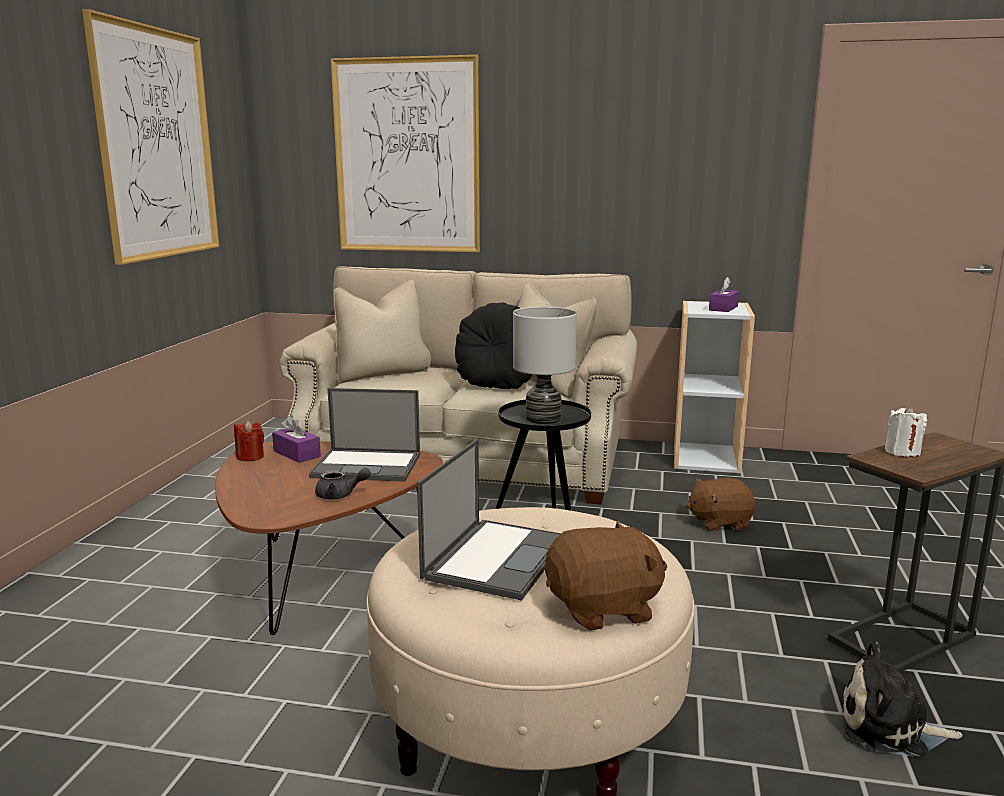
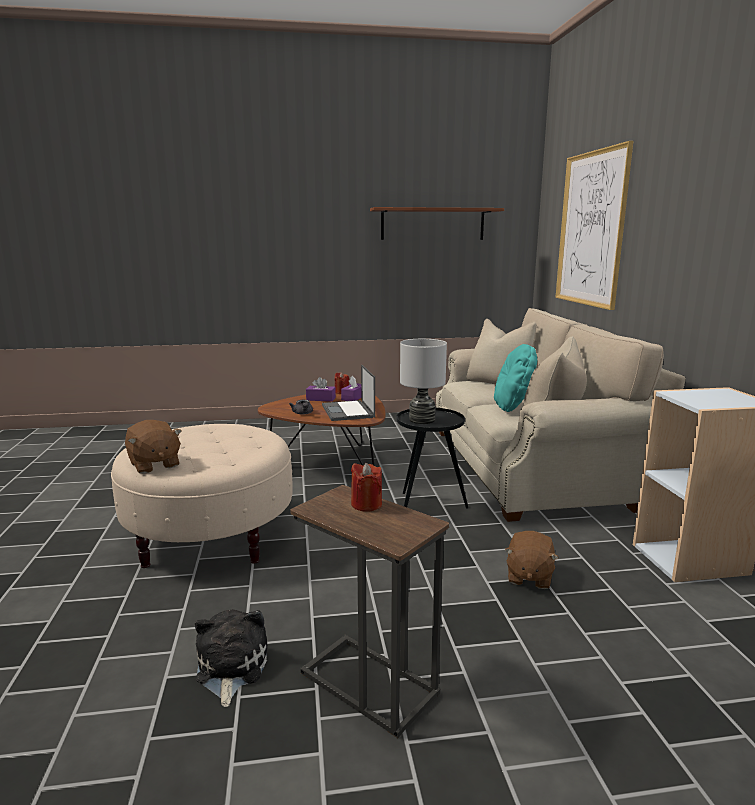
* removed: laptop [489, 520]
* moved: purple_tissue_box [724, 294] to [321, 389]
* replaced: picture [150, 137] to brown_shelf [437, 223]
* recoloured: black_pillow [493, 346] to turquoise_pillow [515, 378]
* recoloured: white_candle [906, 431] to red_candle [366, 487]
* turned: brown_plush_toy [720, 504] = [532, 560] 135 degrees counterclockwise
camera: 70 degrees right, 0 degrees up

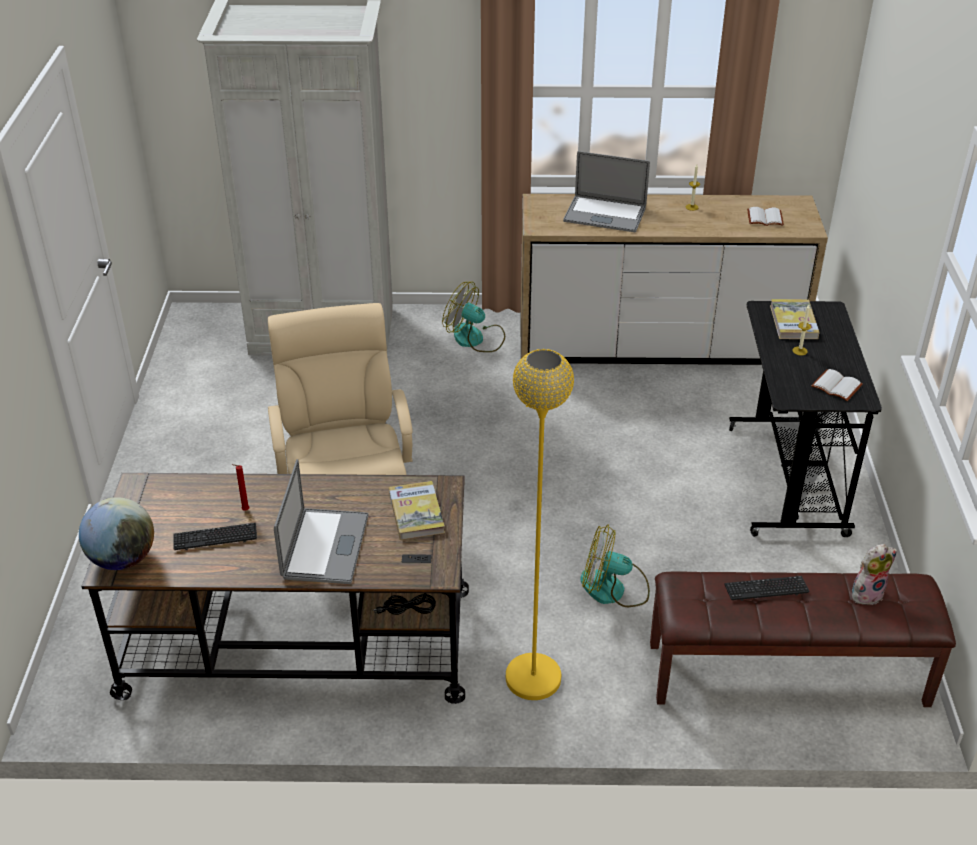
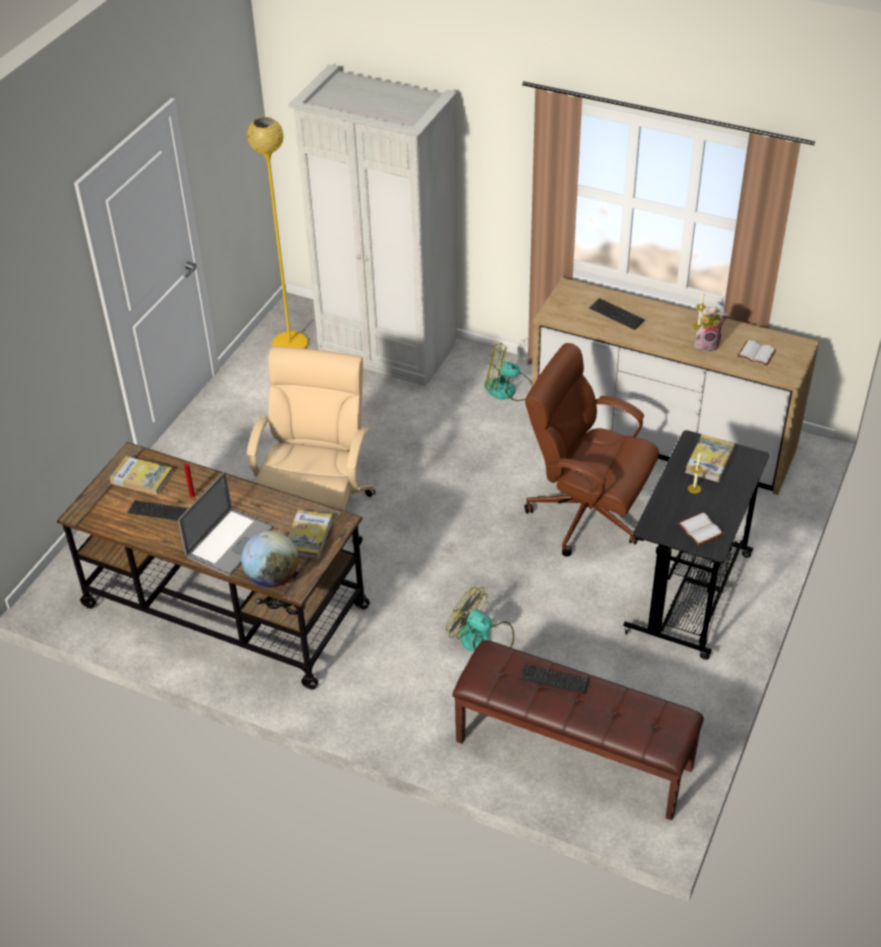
* added: book [141, 475]
* added: brown_office_chair [592, 449]
* moved: globe [116, 533] to [269, 559]
* moved: yellow_floor_lamp [540, 524] to [277, 233]
* moved: plush_toy [874, 574] to [711, 329]
* replaced: laptop [606, 191] to keyboard [617, 314]
* turned: fan [473, 317] = [508, 371] 45 degrees counterclockwise
camera: 25 degrees right, 5 degrees up

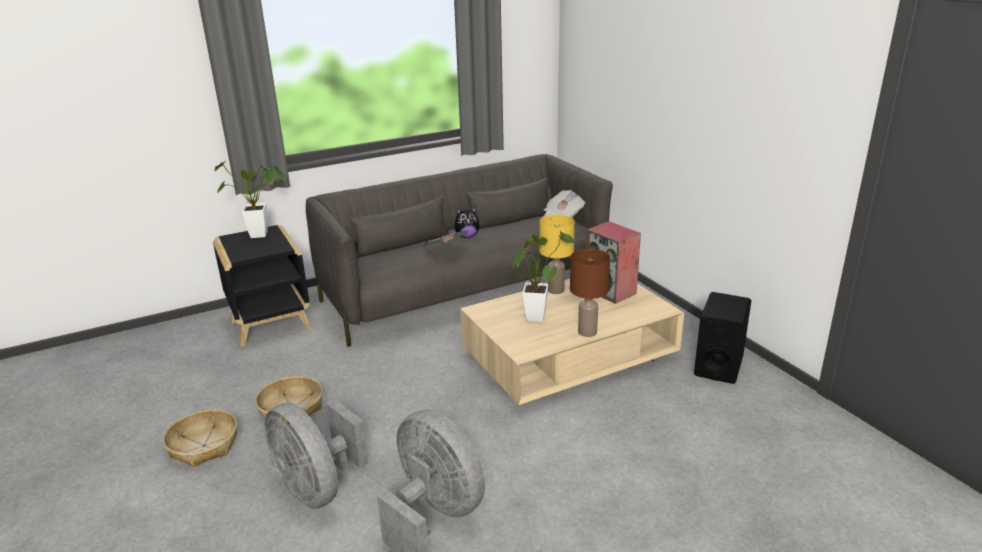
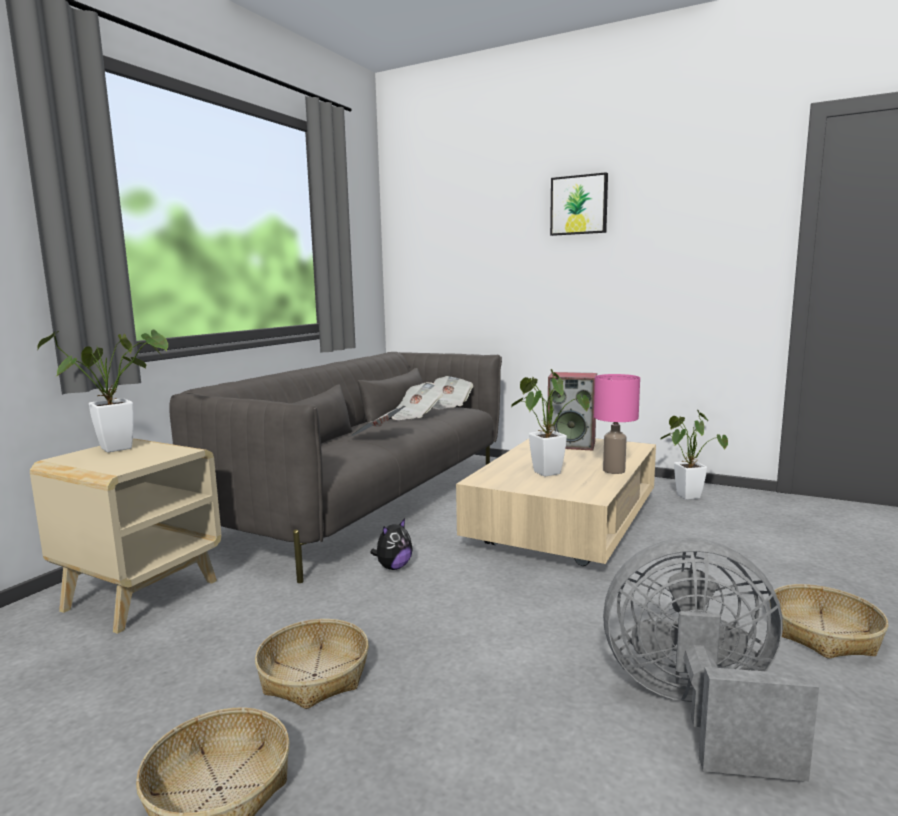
* removed: grey_fan [316, 454]
* removed: yellow_table_lamp [557, 254]
* added: newspaper [417, 401]
* added: picture [579, 204]
* added: basket [828, 621]
* moved: plush_toy [467, 222] to [391, 544]
* replaced: black_speaker [722, 338] to potted_plant [694, 454]
* recoloured: black_side_table [262, 286] to beige_side_table [125, 536]
* recoloured: brown_table_lamp [590, 293] to pink_table_lamp [617, 424]
camera: 35 degrees left, 15 degrees down

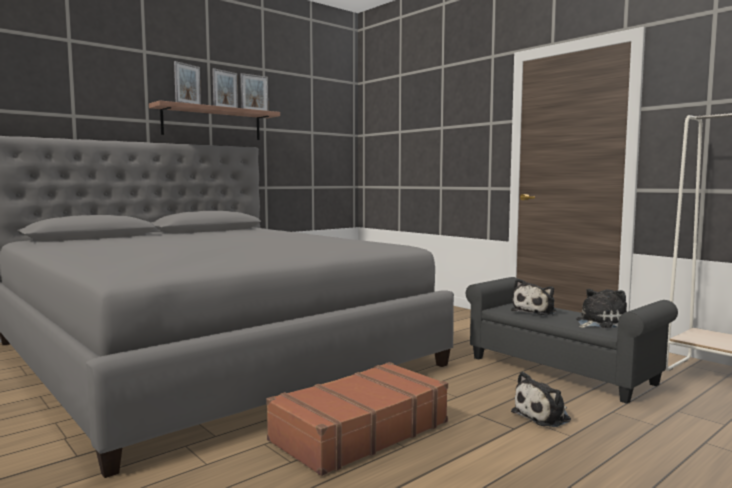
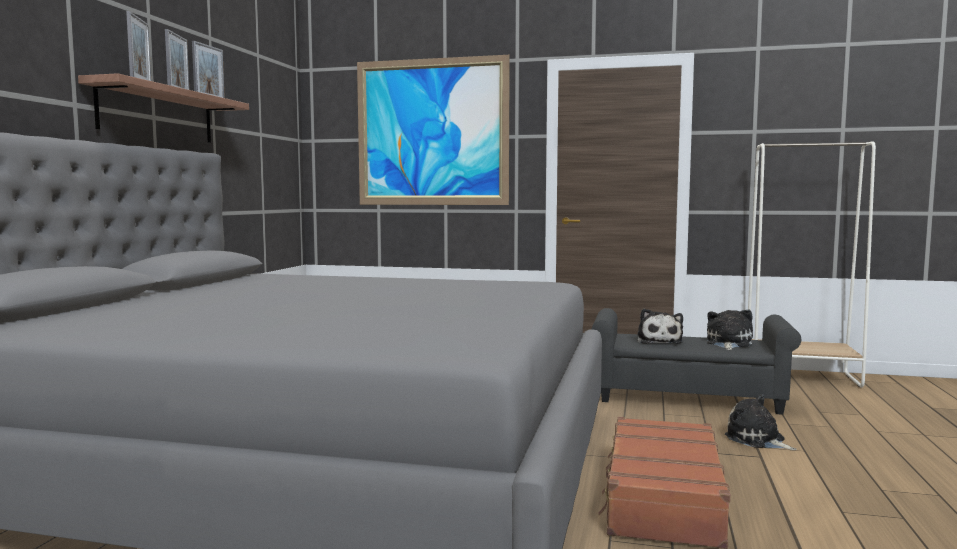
* added: picture [433, 130]
* turned: plush_toy [541, 399] = [760, 422] 120 degrees clockwise
camera: 35 degrees left, 0 degrees up

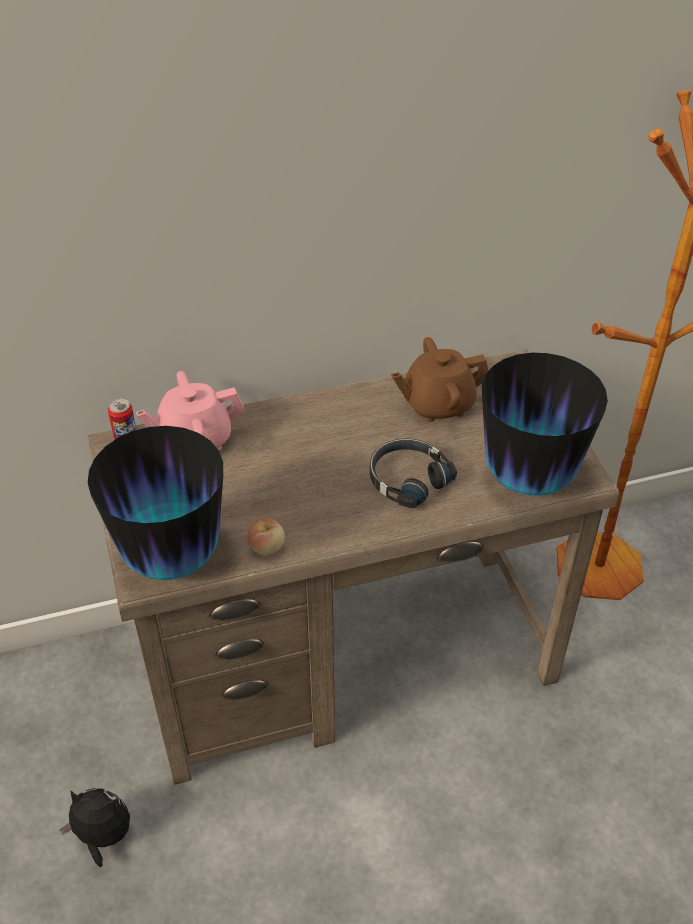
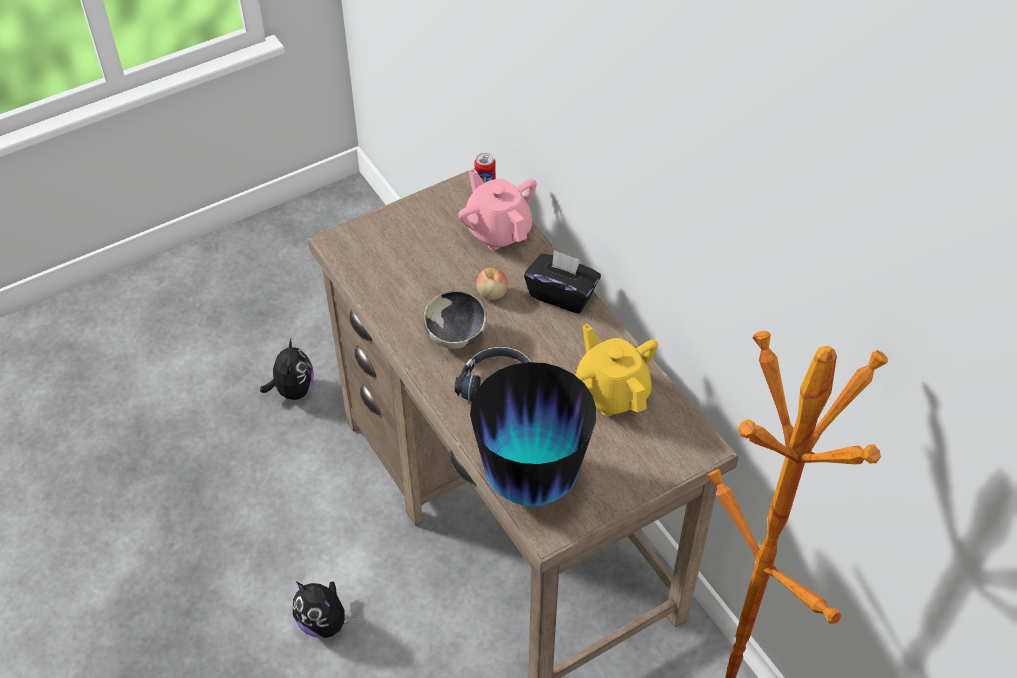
* removed: vase [155, 503]
* added: plush_toy [324, 610]
* added: bowl [455, 320]
* added: black_tissue_box [562, 281]
* moved: apple [266, 537] to [492, 284]
* recoloured: brown_teapot [439, 379] to yellow_teapot [616, 370]
camera: 75 degrees right, 5 degrees up

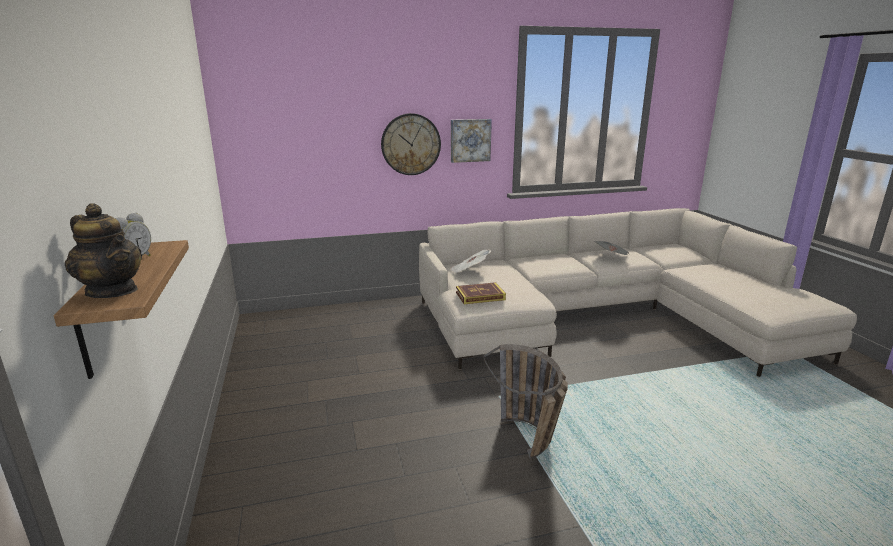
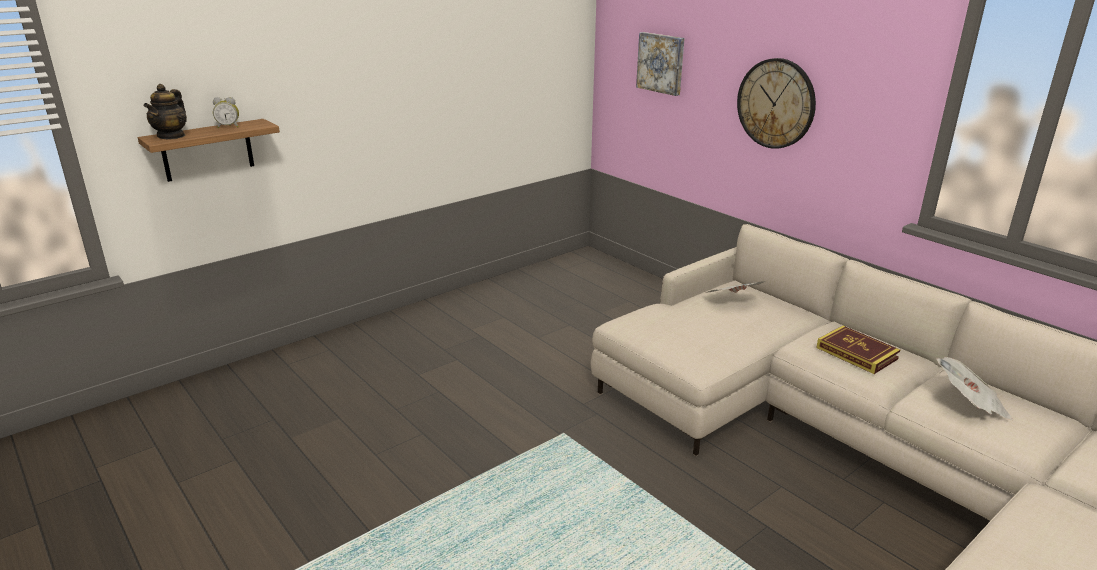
* removed: basket [525, 401]
* moved: picture [471, 141] to [660, 64]
* moved: book [481, 293] to [858, 350]
camera: 65 degrees right, 5 degrees up

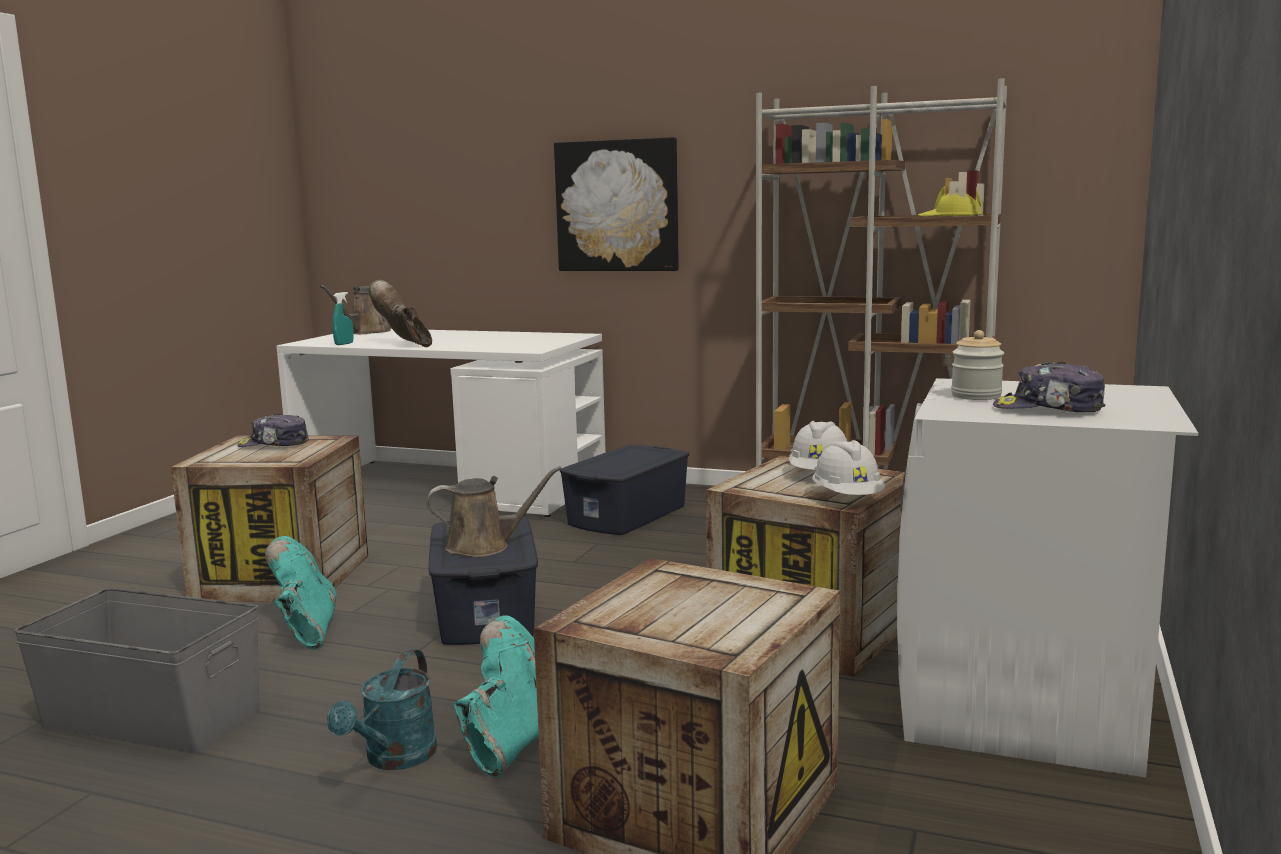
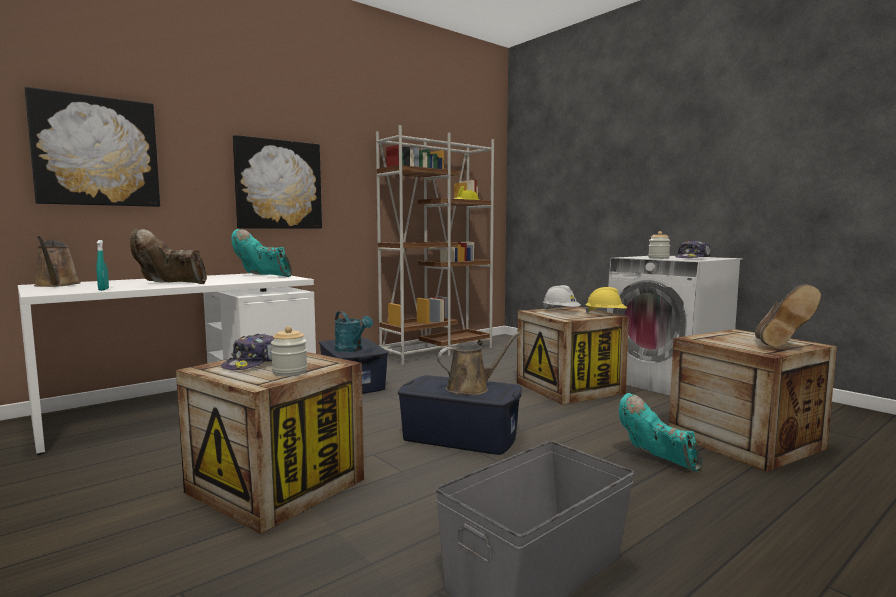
* added: picture [92, 147]
* added: jar [289, 351]
* added: brown_boot [788, 316]
* moved: turquoise_boot [301, 593] to [261, 253]
* moved: turquoise_watering_can [382, 709] to [354, 331]
* recoloured: white_hard_hat [848, 467] to yellow_hard_hat [606, 300]
* turned: brown_watering_can [494, 511] = [478, 363] 45 degrees clockwise
camera: 60 degrees left, 5 degrees down

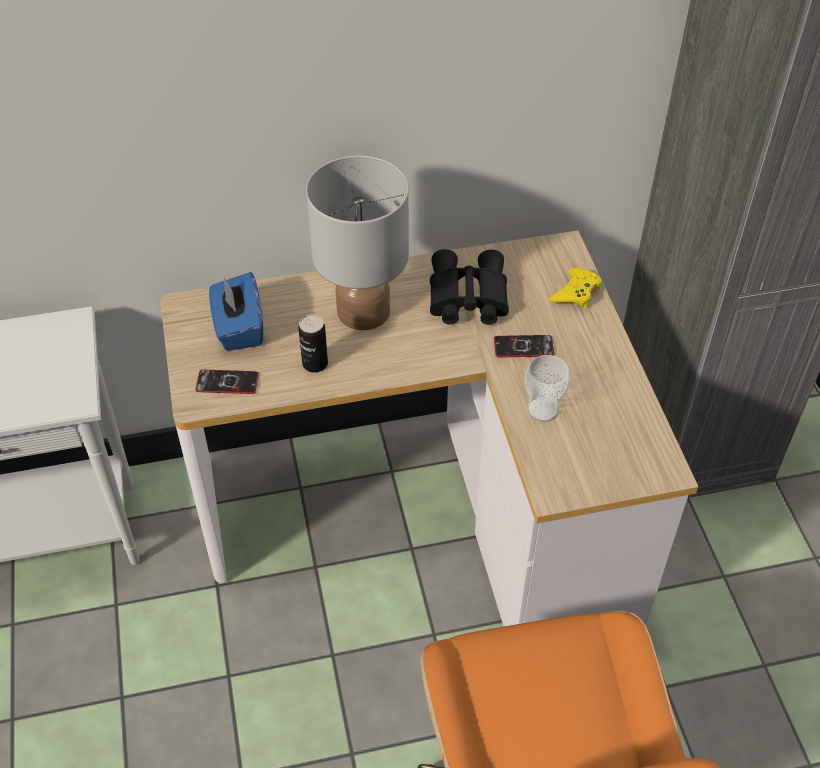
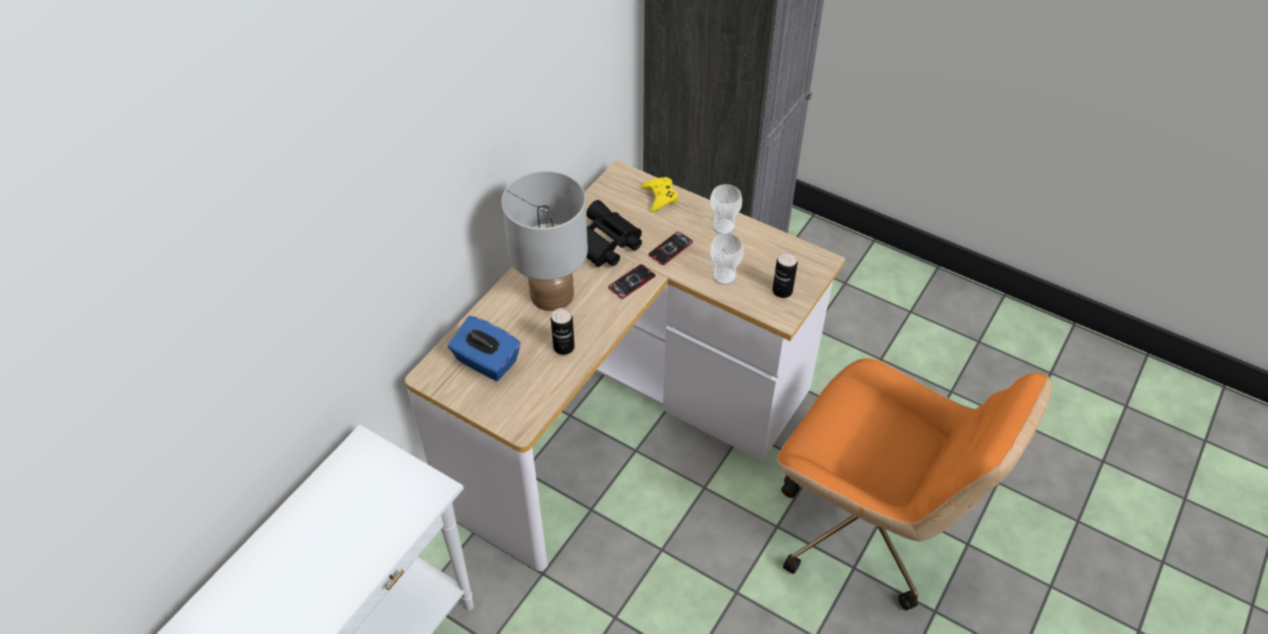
* added: cup [726, 209]
* added: can [785, 275]
* moved: phone [227, 382] to [632, 281]
camera: 45 degrees left, 0 degrees up

